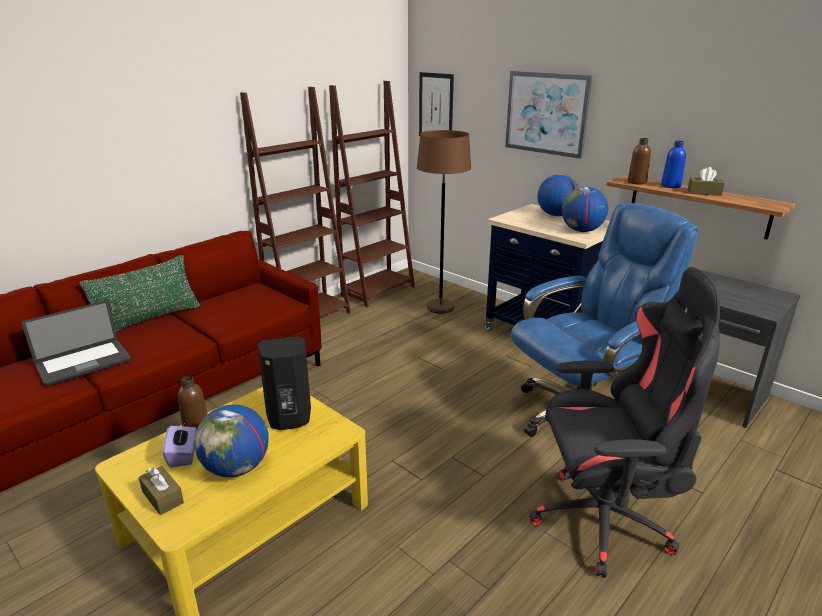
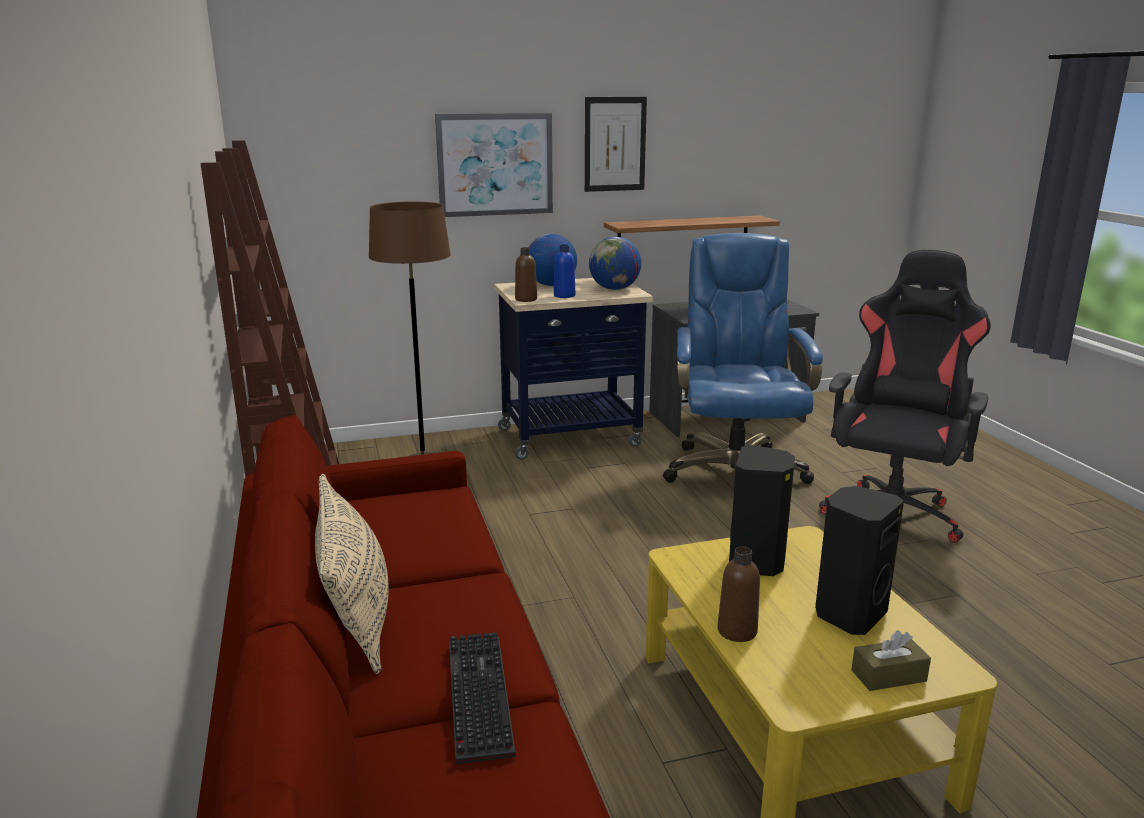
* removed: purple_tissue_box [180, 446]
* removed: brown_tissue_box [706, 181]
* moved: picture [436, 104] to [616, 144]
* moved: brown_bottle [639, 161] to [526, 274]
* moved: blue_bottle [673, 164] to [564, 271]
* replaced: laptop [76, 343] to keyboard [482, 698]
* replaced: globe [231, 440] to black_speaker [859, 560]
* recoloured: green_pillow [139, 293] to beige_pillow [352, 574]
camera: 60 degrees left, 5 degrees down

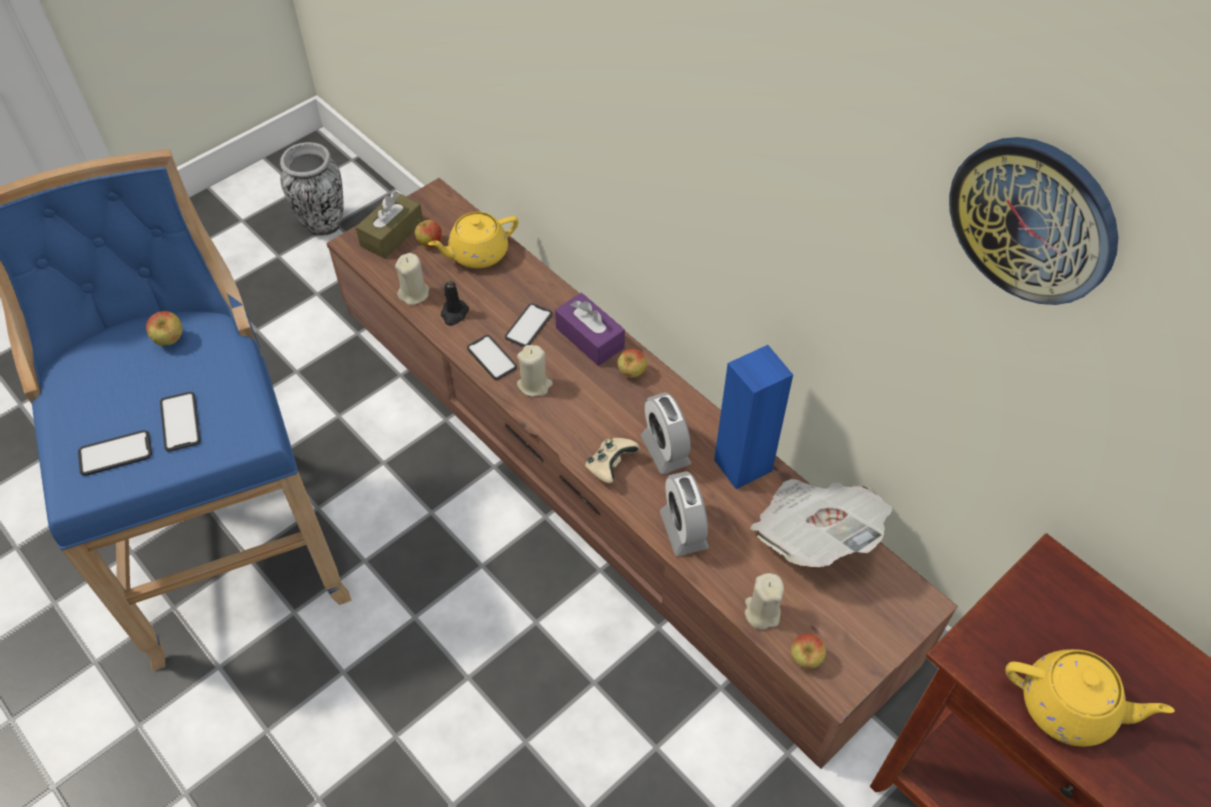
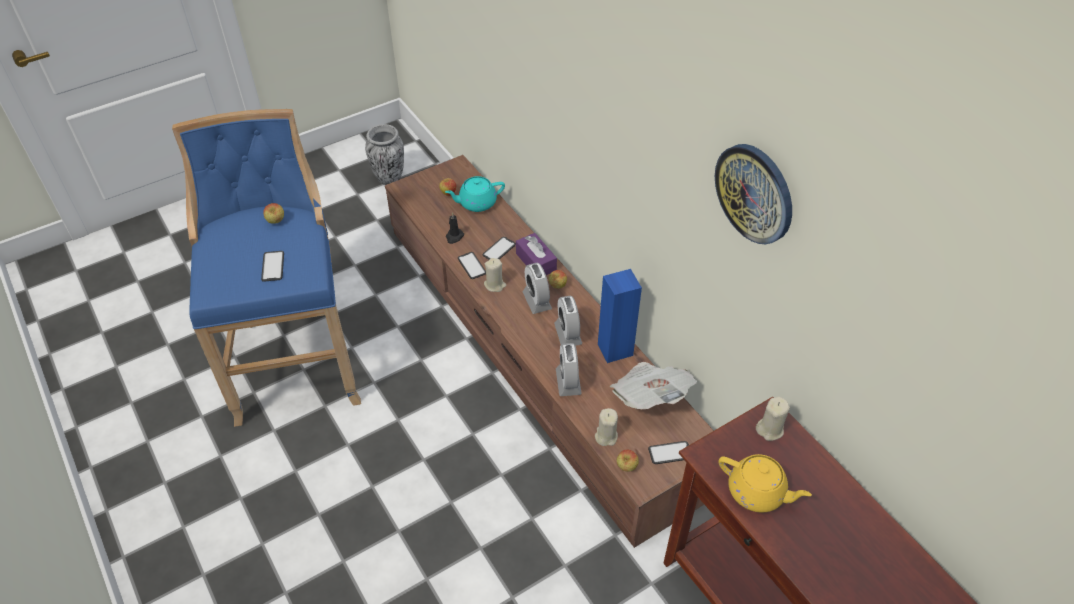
* removed: brown_tissue_box [389, 225]
* removed: beige_game_controller [612, 460]
* added: alarm_clock [537, 288]
* moved: phone [115, 453] to [668, 452]
* moved: beige_candle [412, 279] to [773, 418]
* recoloured: yellow_teapot [473, 240] to turquoise_teapot [475, 194]
camera: 10 degrees right, 5 degrees down

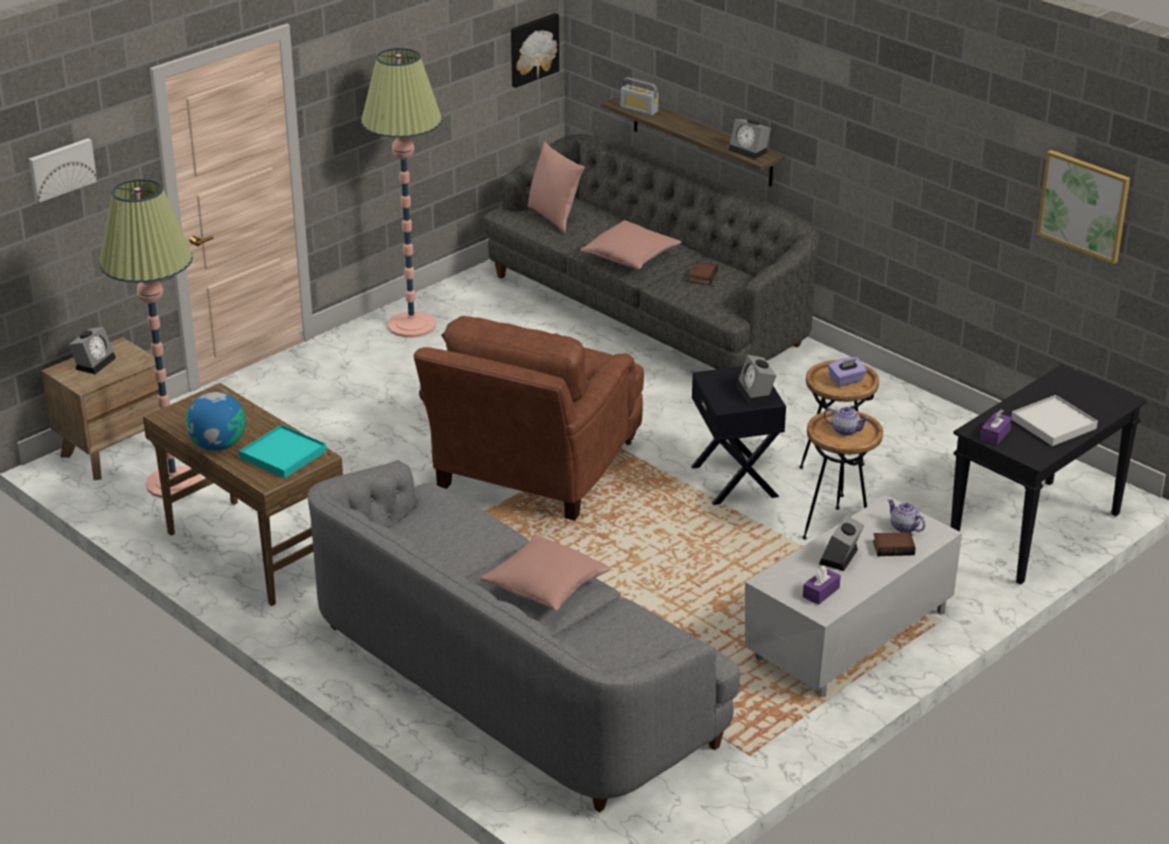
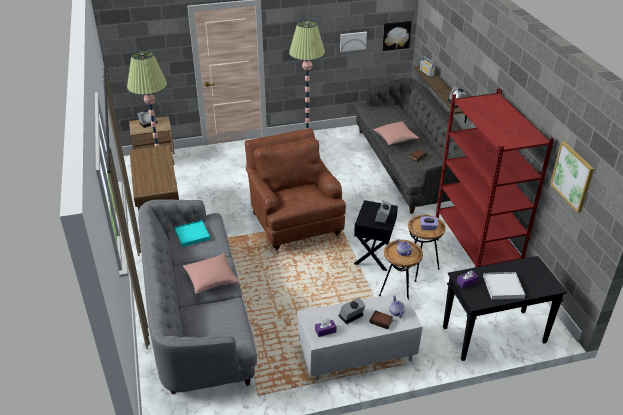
* removed: globe [216, 421]
* removed: pink_pillow [556, 187]
* added: red_bookcase [495, 177]
* moved: picture [63, 170] to [353, 42]
* moved: turquoise_tray [282, 451] to [192, 233]
* turned: brown_armchair [529, 418] = [295, 190] 105 degrees clockwise
camera: 30 degrees right, 5 degrees up

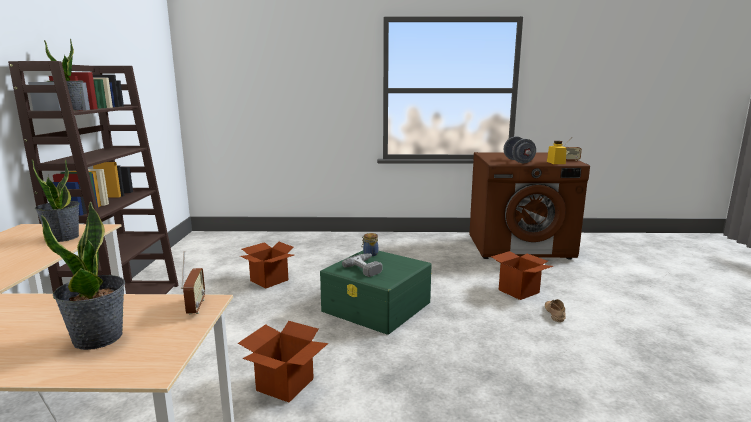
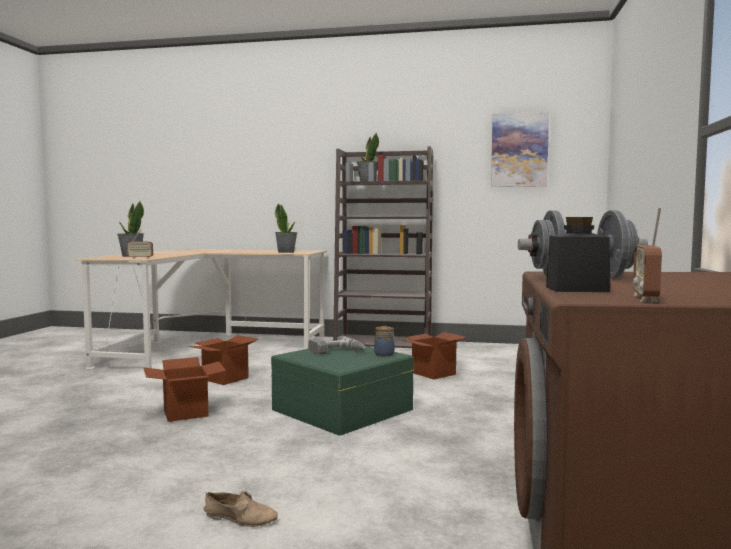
* added: picture [520, 149]
* moved: cardboard_box [522, 275] to [184, 389]
* recoloured: yellow_jar [557, 152] to black_jar [578, 254]
camera: 100 degrees right, 10 degrees down

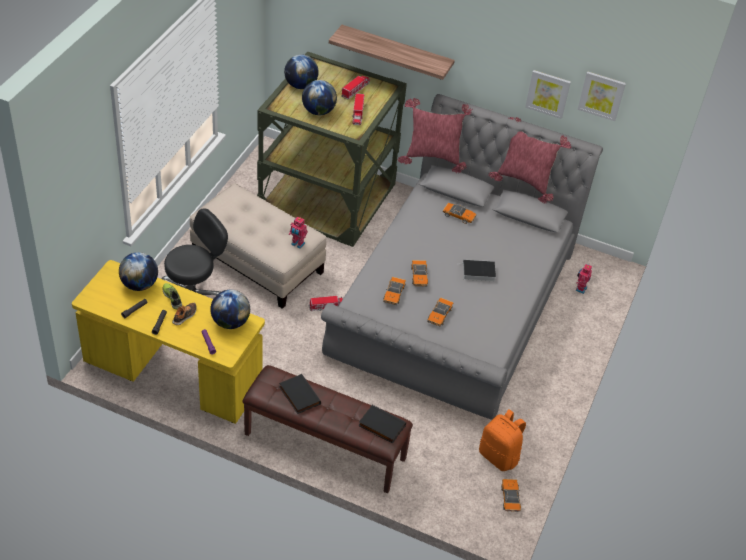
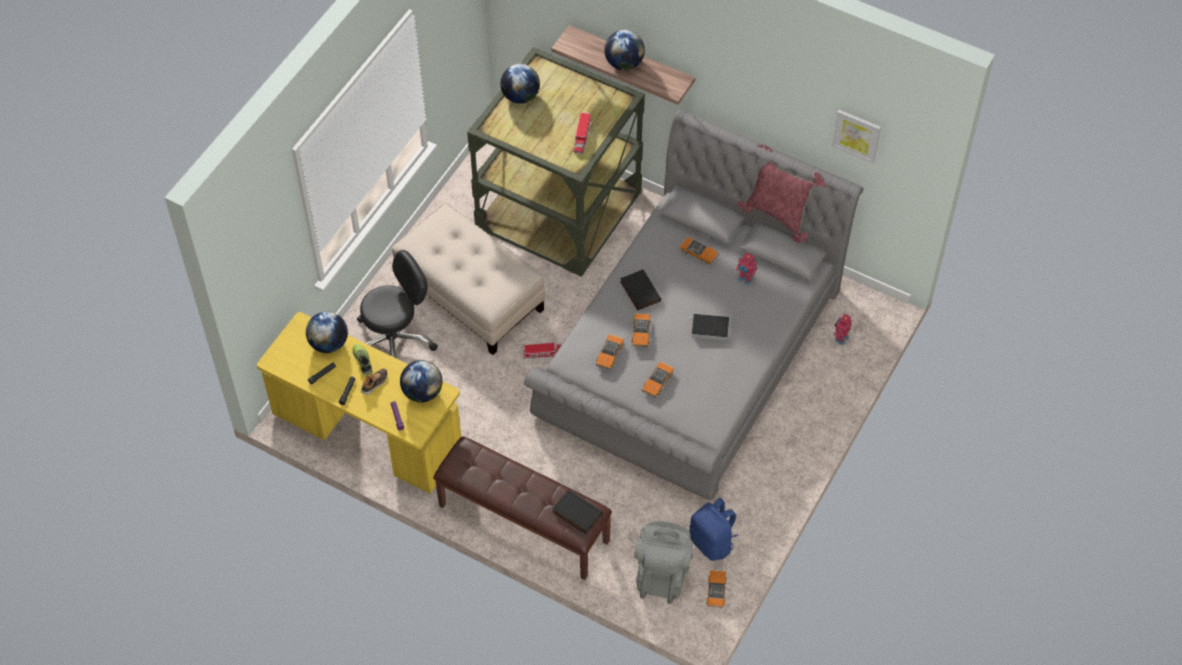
* removed: toy_truck [355, 87]
* removed: red_pillow [434, 135]
* removed: picture [548, 94]
* added: grey_backpack [663, 562]
* moved: black_book [300, 394] to [640, 290]
* moved: toy_robot [298, 232] to [746, 268]
* moved: globe [319, 97] to [624, 50]
* recoloured: orange_backpack [502, 440] to blue_backpack [713, 529]
camera: 10 degrees right, 10 degrees up

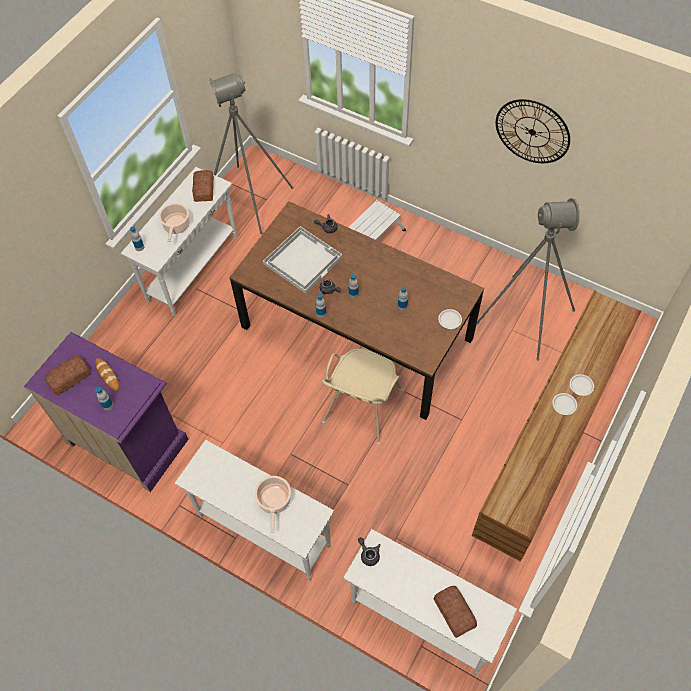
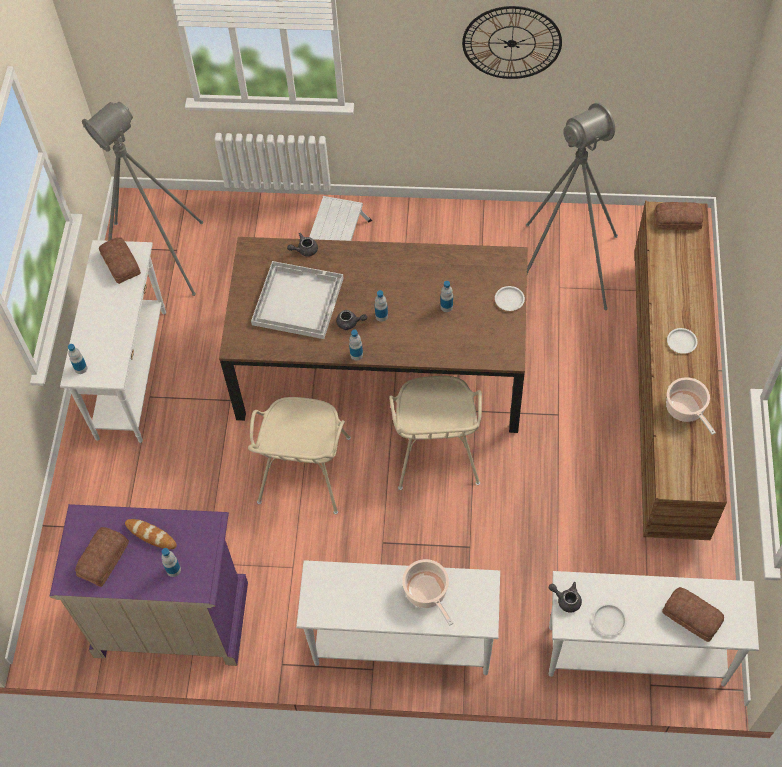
* added: beige_chair [299, 455]
* added: bread [679, 216]
* moved: cooking_pot [174, 222] to [691, 406]
* moved: white_plate [582, 385] to [609, 620]
camera: 25 degrees left, 0 degrees up

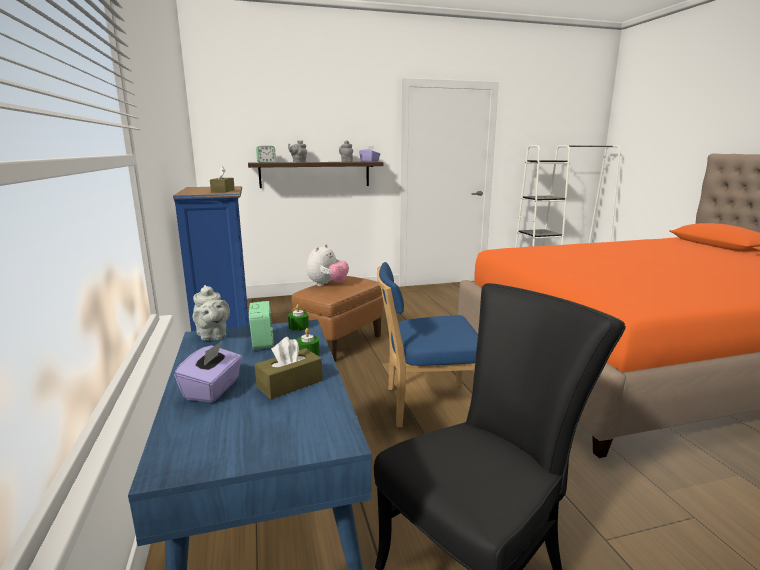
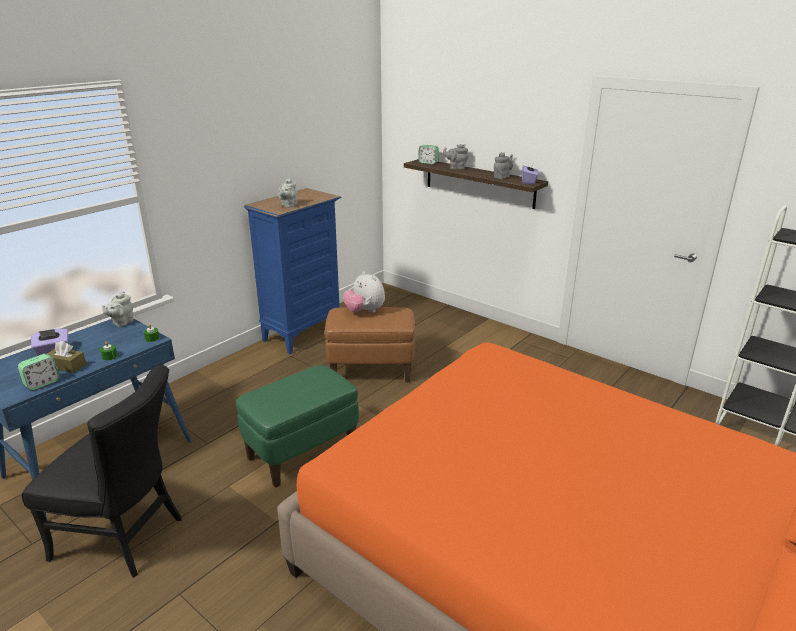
* moved: alarm_clock [261, 325] to [39, 372]
* replaced: brown_tissue_box [222, 179] to grey_teapot [287, 192]
* replaced: blue_chair [427, 345] to green_ottoman [297, 426]
* turned: plush_toy [328, 265] = [364, 292] 60 degrees clockwise
camera: 55 degrees right, 10 degrees up

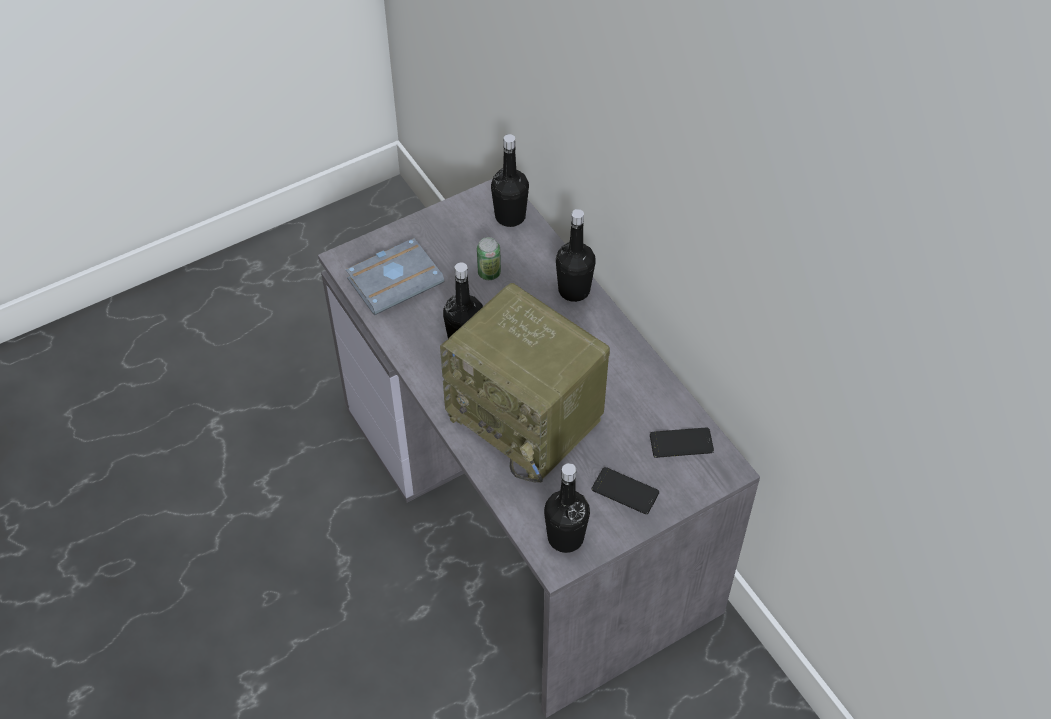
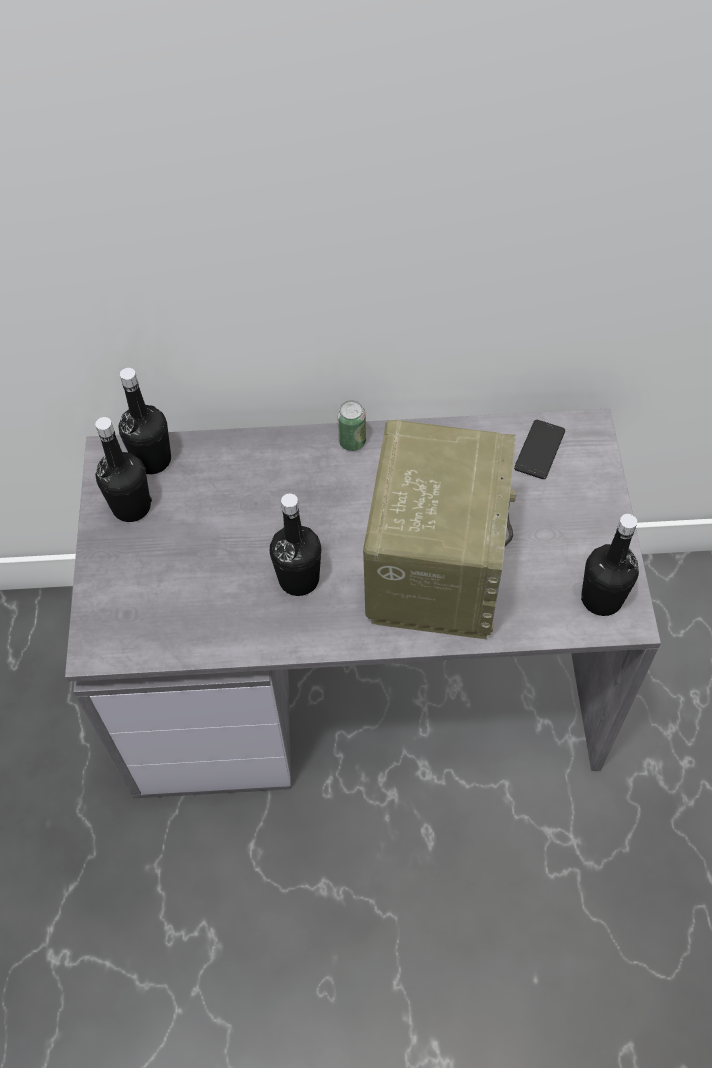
* removed: grey_book [395, 276]
* removed: phone [625, 490]
* moved: can [489, 258] to [351, 425]
* moved: black_bottle [576, 255] to [123, 469]
* turned: radio [525, 383] = [439, 529] 60 degrees counterclockwise
camera: 60 degrees left, 5 degrees up

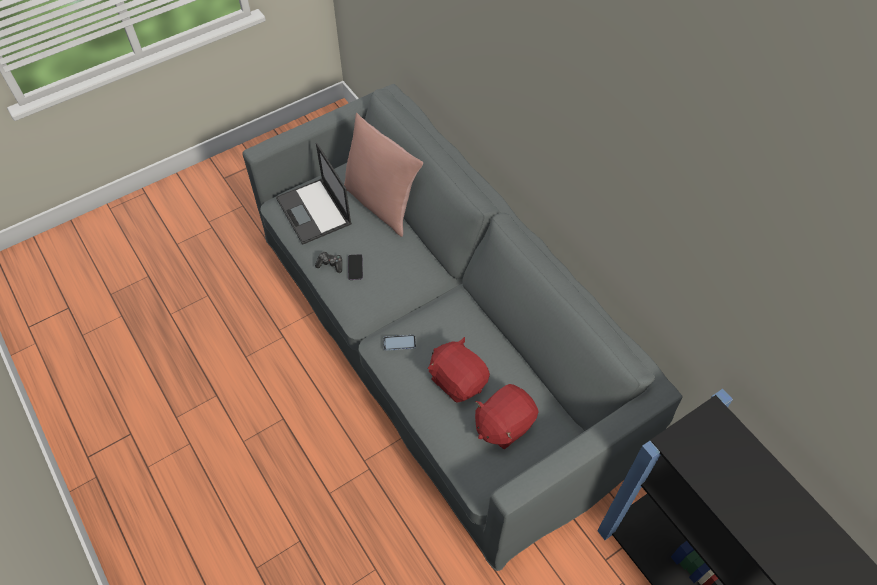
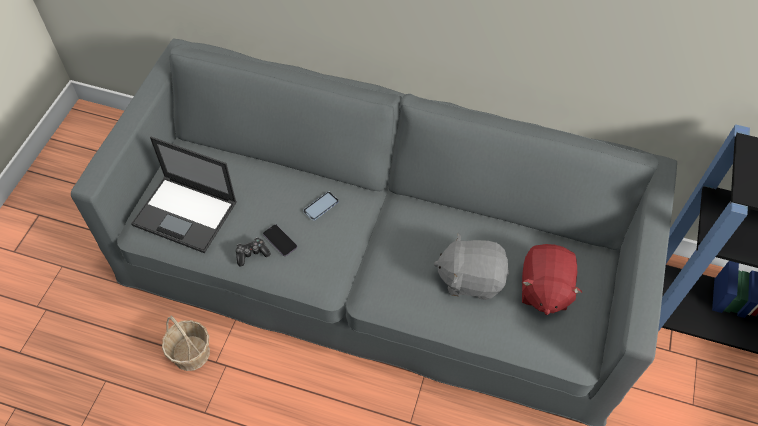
* removed: pink_pillow [383, 174]
* added: basket [186, 343]
* moved: phone [399, 343] to [321, 206]
* recoloured: red_plush_toy [459, 370] to grey_plush_toy [471, 266]
camera: 40 degrees left, 0 degrees up

